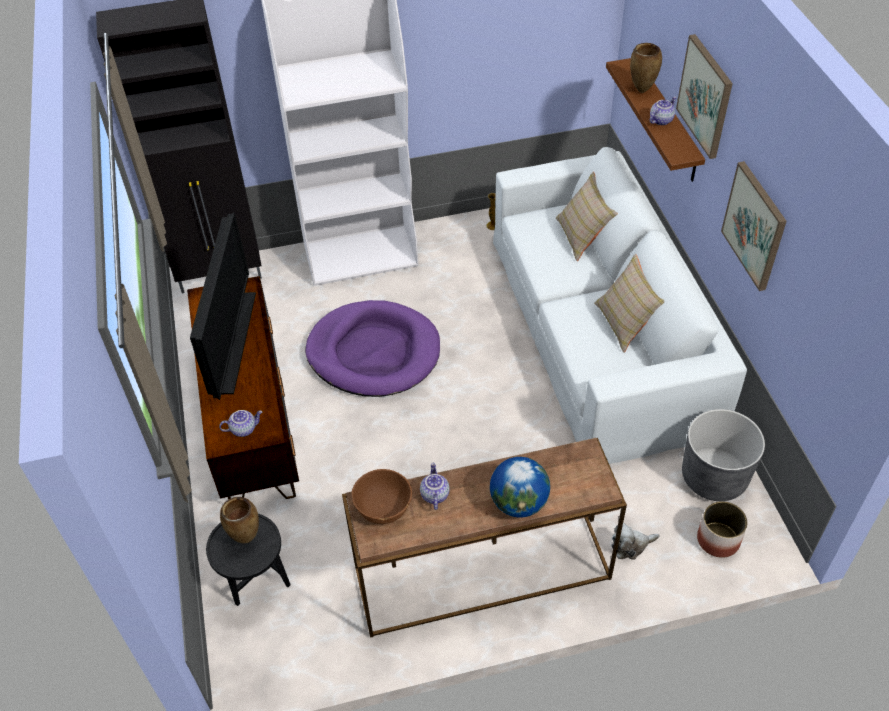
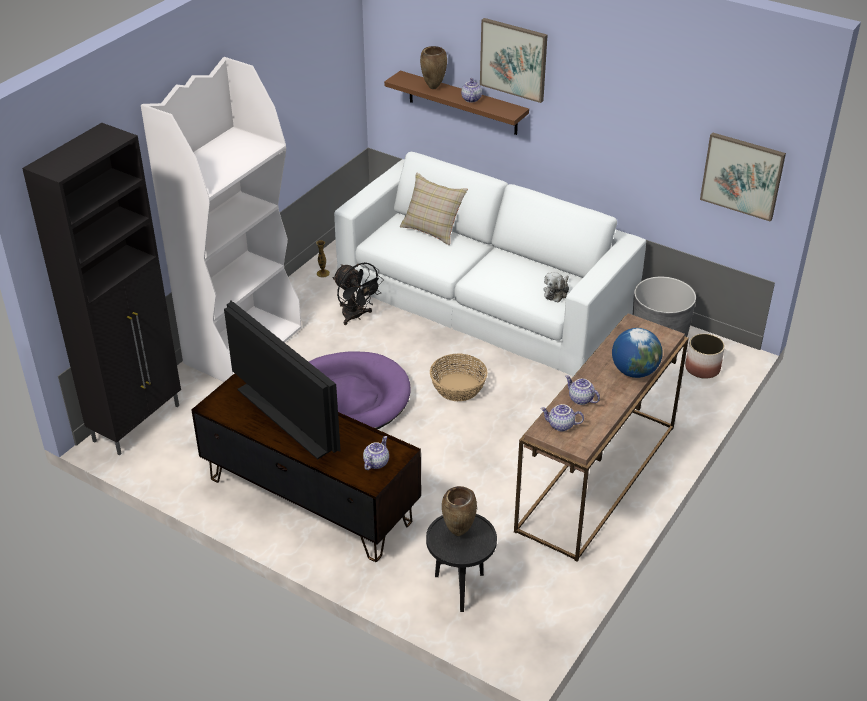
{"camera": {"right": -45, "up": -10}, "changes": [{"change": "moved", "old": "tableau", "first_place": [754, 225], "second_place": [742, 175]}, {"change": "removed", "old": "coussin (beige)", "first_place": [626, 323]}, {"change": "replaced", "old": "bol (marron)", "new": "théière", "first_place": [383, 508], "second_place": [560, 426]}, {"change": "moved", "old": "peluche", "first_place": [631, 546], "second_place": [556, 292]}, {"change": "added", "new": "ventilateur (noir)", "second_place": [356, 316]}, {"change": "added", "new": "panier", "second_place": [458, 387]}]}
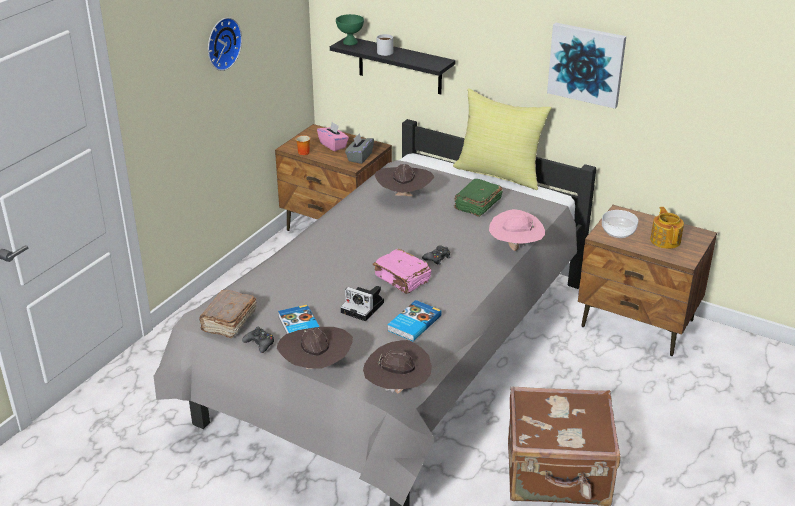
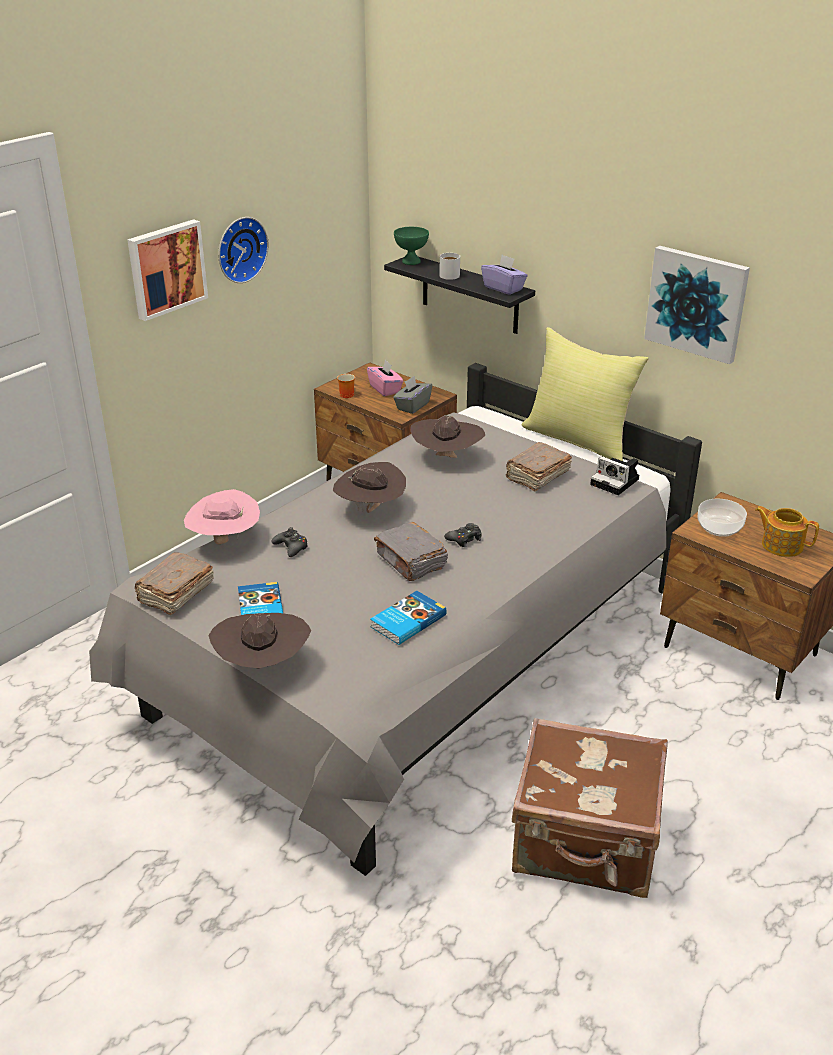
{"camera": {"right": 10, "up": 0}, "changes": [{"change": "recoloured", "old": "livre (vert)", "new": "livre (marron)", "first_place": [477, 205], "second_place": [537, 476]}, {"change": "turned", "old": "théière", "first_place": [665, 240], "second_place": [781, 545], "degrees": -60}, {"change": "moved", "old": "chapeau (rose)", "first_place": [515, 248], "second_place": [224, 541]}, {"change": "recoloured", "old": "livre (rose)", "new": "livre (gris)", "first_place": [402, 279], "second_place": [411, 562]}, {"change": "moved", "old": "appareil photo", "first_place": [364, 307], "second_place": [616, 482]}, {"change": "moved", "old": "manette (noir)", "first_place": [260, 343], "second_place": [291, 547]}, {"change": "moved", "old": "chapeau (marron)", "first_place": [397, 389], "second_place": [370, 510]}, {"change": "added", "new": "tableau", "second_place": [166, 268]}, {"change": "added", "new": "boîte à mouchoirs (violet)", "second_place": [503, 288]}]}
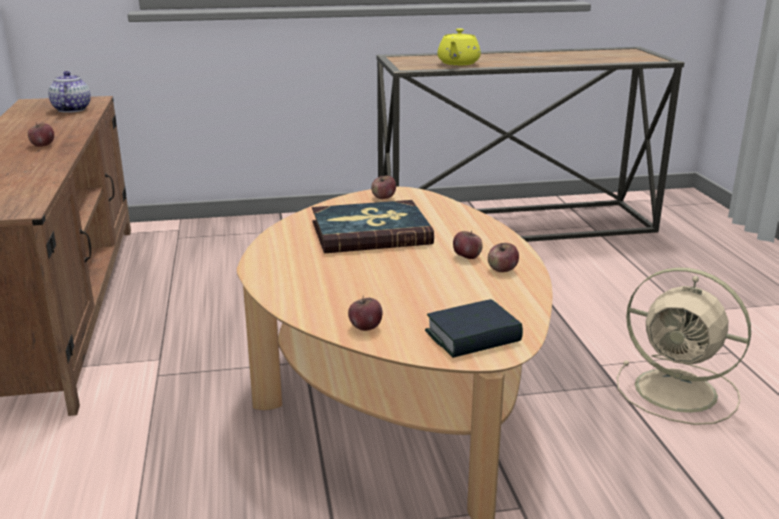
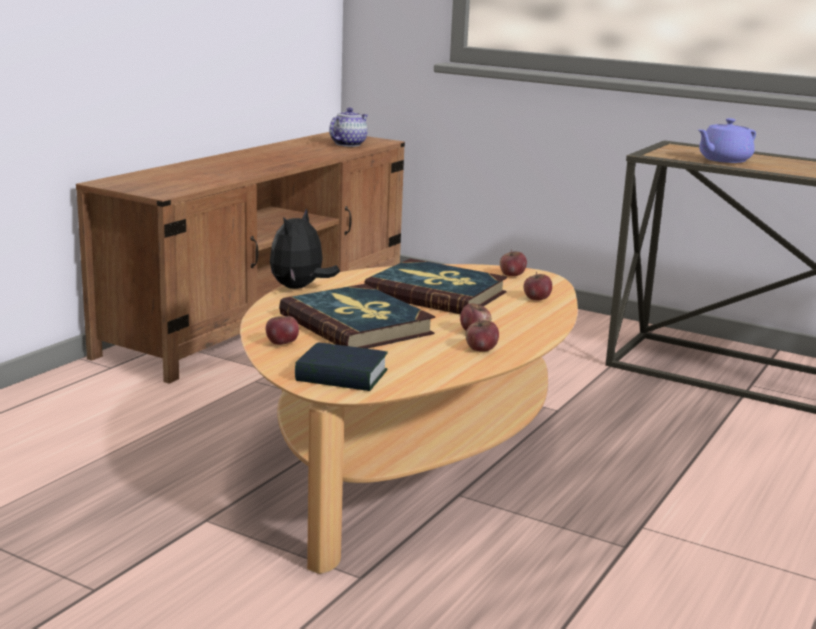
{"camera": {"right": 40, "up": -5}, "changes": [{"change": "recoloured", "old": "théière (jaune)", "new": "théière (violet)", "first_place": [458, 63], "second_place": [723, 160]}, {"change": "moved", "old": "pomme", "first_place": [42, 145], "second_place": [536, 299]}, {"change": "removed", "old": "ventilateur (beige)", "first_place": [679, 391]}, {"change": "added", "new": "peluche", "second_place": [299, 288]}, {"change": "added", "new": "livre", "second_place": [357, 324]}]}
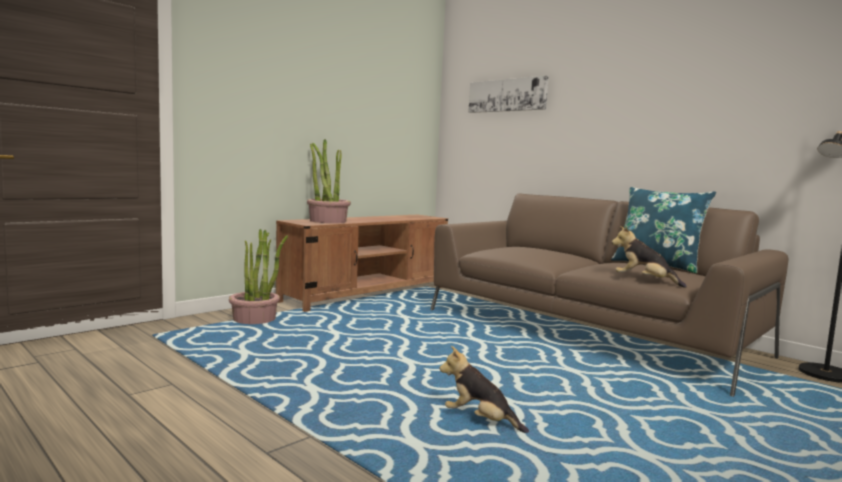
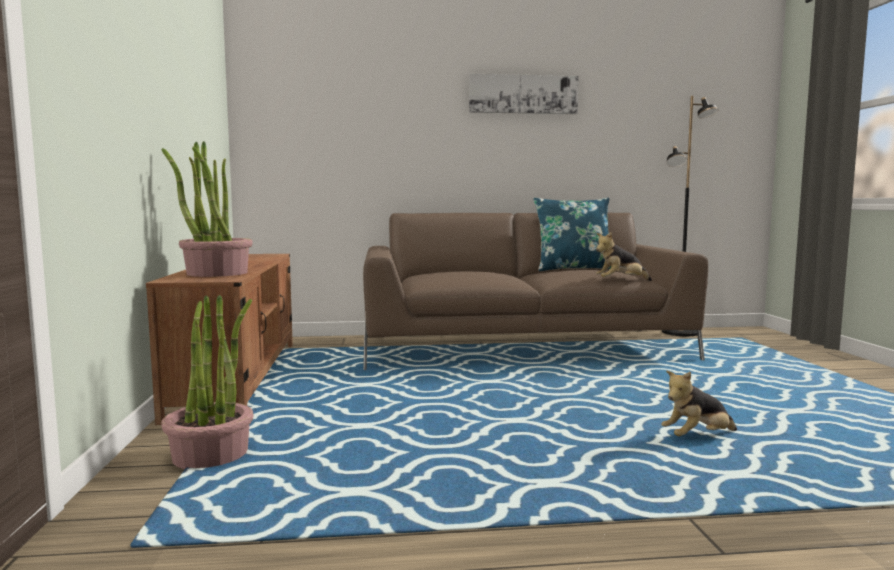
{"camera": {"right": -50, "up": 0}, "changes": [{"change": "moved", "old": "tableau", "first_place": [507, 95], "second_place": [523, 94]}]}
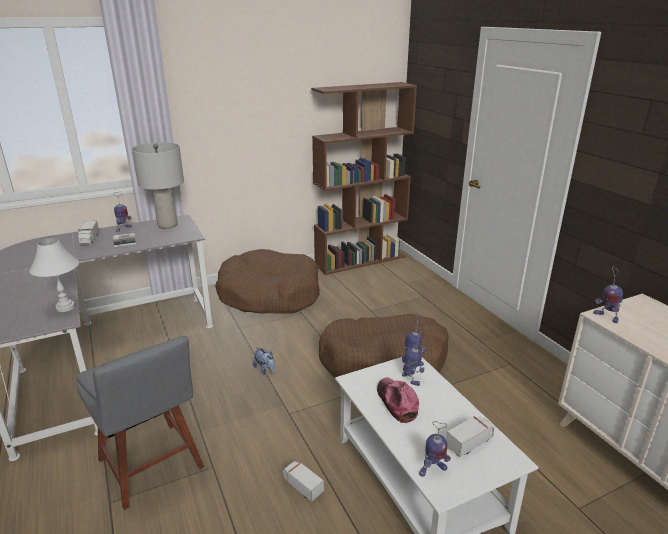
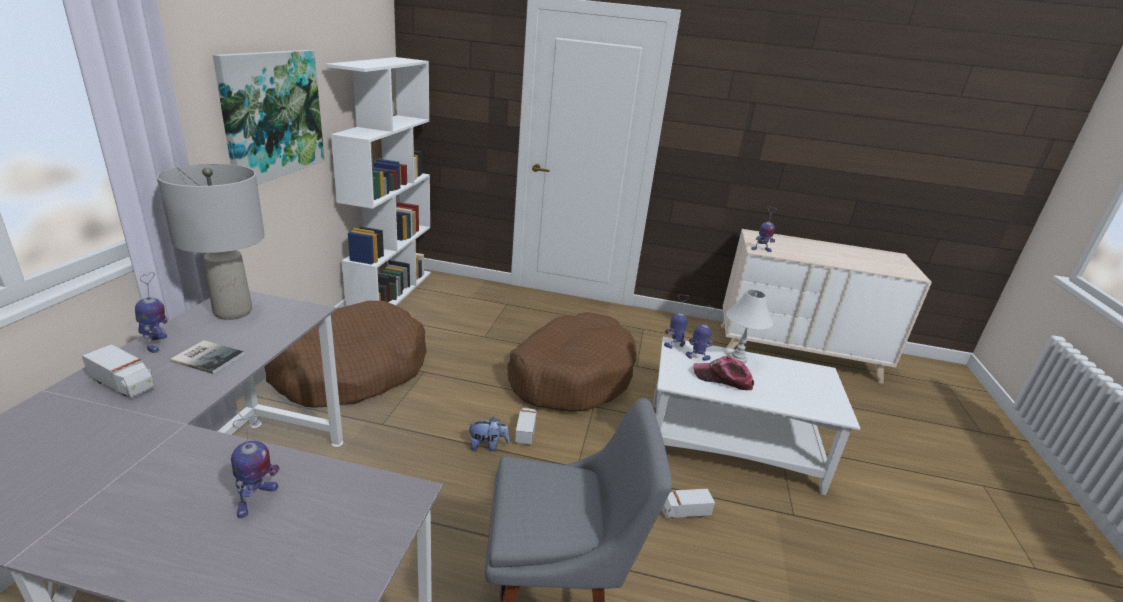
{"camera": {"right": -55, "up": 0}, "changes": [{"change": "recoloured", "old": "bibliothèque (marron)", "new": "bibliothèque (blanc)", "first_place": [360, 260], "second_place": [391, 292]}, {"change": "moved", "old": "lampe de table (blanc)", "first_place": [65, 307], "second_place": [738, 359]}, {"change": "moved", "old": "camion jouet", "first_place": [470, 442], "second_place": [525, 431]}, {"change": "moved", "old": "robot jouet", "first_place": [432, 470], "second_place": [256, 500]}, {"change": "added", "new": "tableau", "second_place": [272, 115]}]}
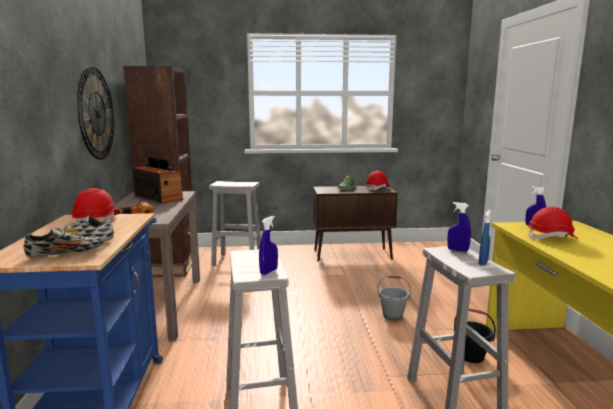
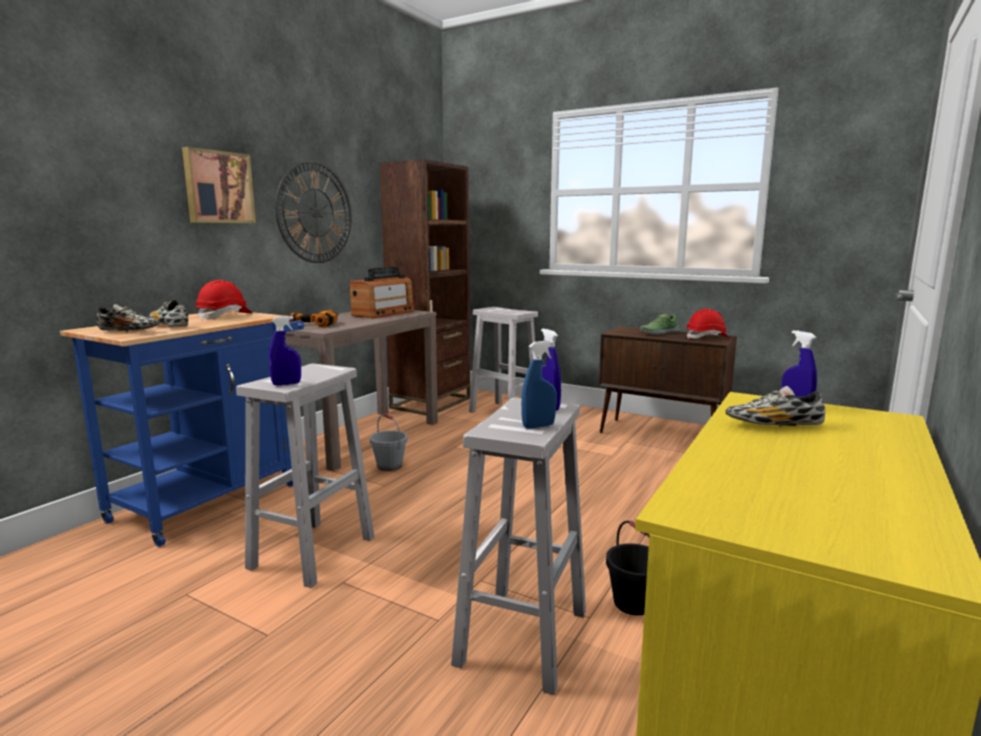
{"camera": {"right": 35, "up": 0}, "changes": [{"change": "turned", "old": "radio", "first_place": [158, 198], "second_place": [383, 313], "degrees": 45}, {"change": "replaced", "old": "casque de chantier (rouge)", "new": "chaussure", "first_place": [552, 237], "second_place": [774, 426]}, {"change": "moved", "old": "seau (gris)", "first_place": [393, 315], "second_place": [390, 466]}, {"change": "added", "new": "tableau", "second_place": [218, 187]}]}
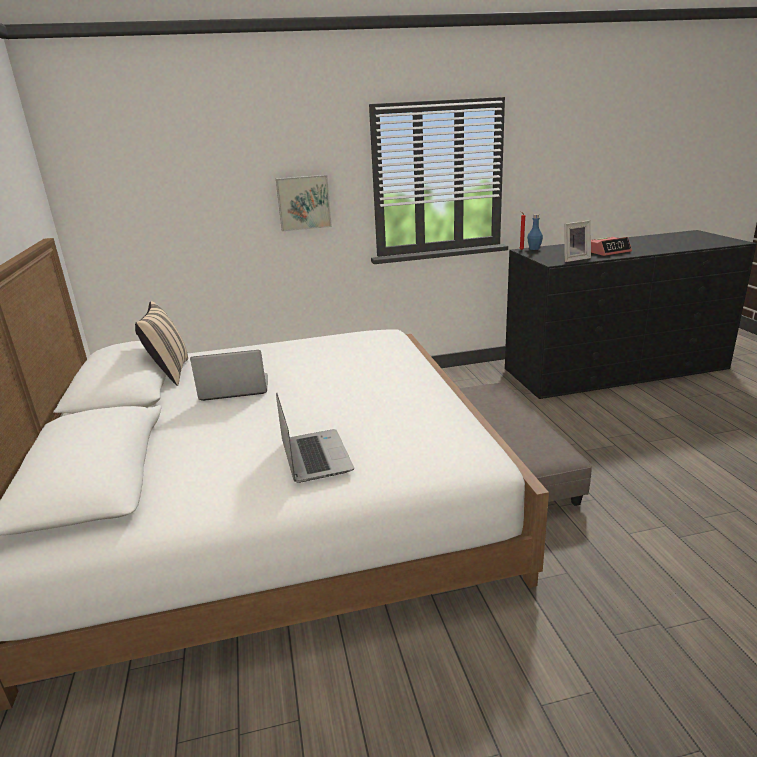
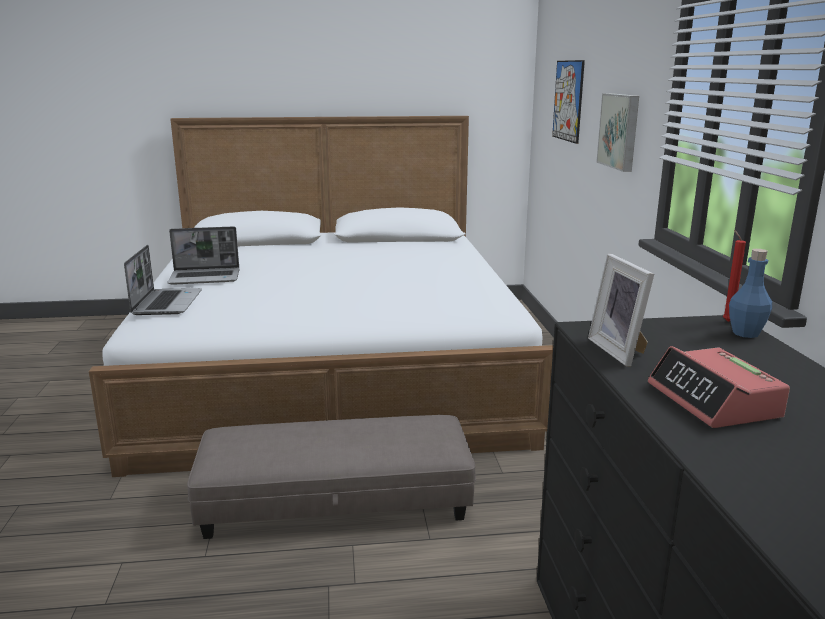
{"camera": {"right": 95, "up": -5}, "changes": [{"change": "removed", "old": "coussin (beige)", "first_place": [169, 373]}, {"change": "moved", "old": "ordinateur portable", "first_place": [233, 389], "second_place": [166, 303]}, {"change": "added", "new": "tableau", "second_place": [568, 100]}]}
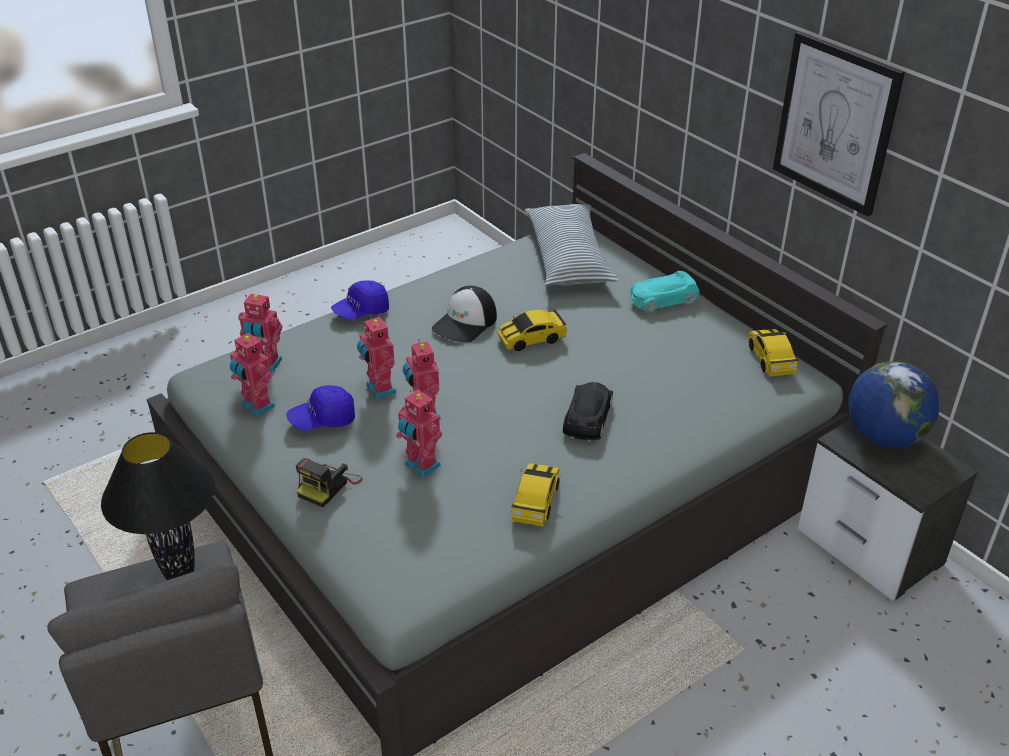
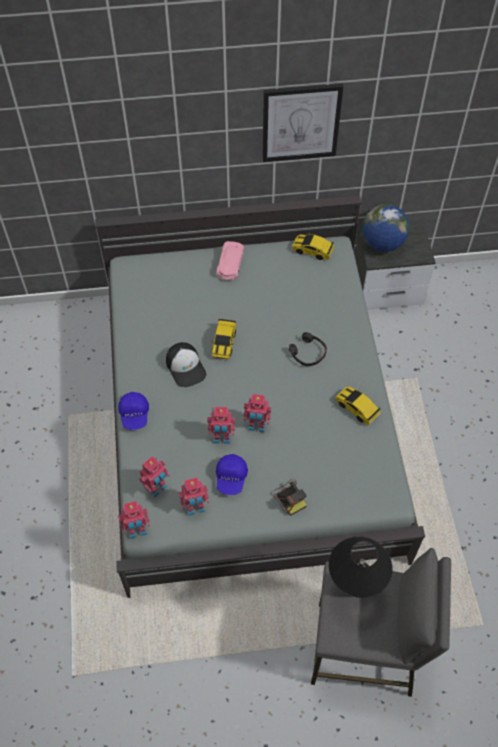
{"camera": {"right": -60, "up": 20}, "changes": [{"change": "removed", "old": "coussin", "first_place": [568, 258]}, {"change": "recoloured", "old": "petite voiture (turquoise)", "new": "petite voiture (rose)", "first_place": [662, 299], "second_place": [230, 264]}, {"change": "replaced", "old": "petite voiture (noir)", "new": "casque audio (noir)", "first_place": [588, 418], "second_place": [308, 353]}, {"change": "moved", "old": "robot jouet", "first_place": [420, 466], "second_place": [137, 531]}]}
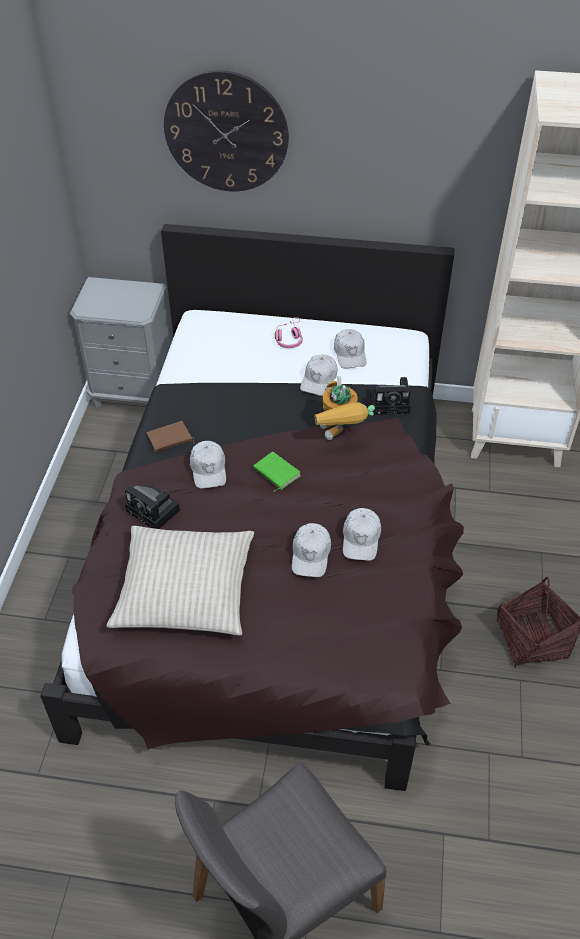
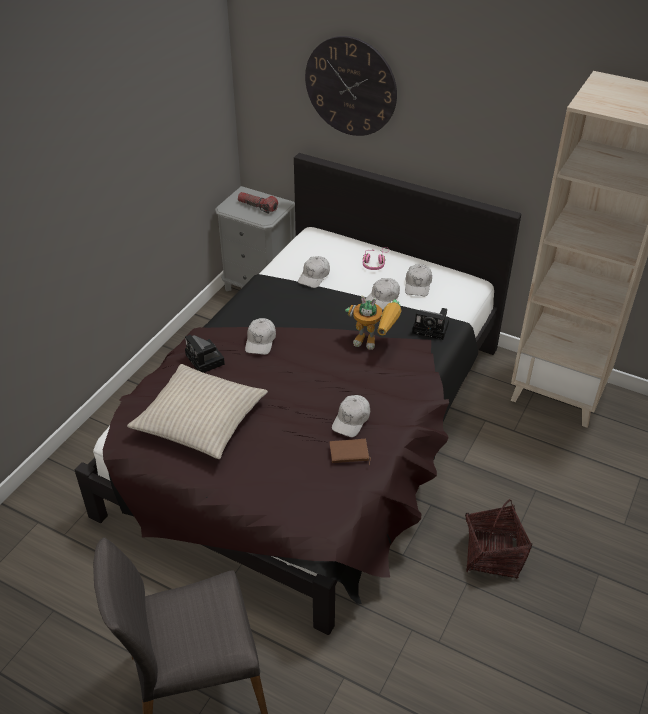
{"camera": {"right": 20, "up": -5}, "changes": [{"change": "turned", "old": "robot jouet", "first_place": [339, 436], "second_place": [375, 342], "degrees": -75}, {"change": "moved", "old": "livre (marron)", "first_place": [170, 439], "second_place": [349, 454]}, {"change": "removed", "old": "livre (vert)", "first_place": [275, 473]}, {"change": "moved", "old": "casquette (blanc)", "first_place": [311, 555], "second_place": [314, 276]}, {"change": "added", "new": "lampe de poche", "second_place": [258, 206]}]}
